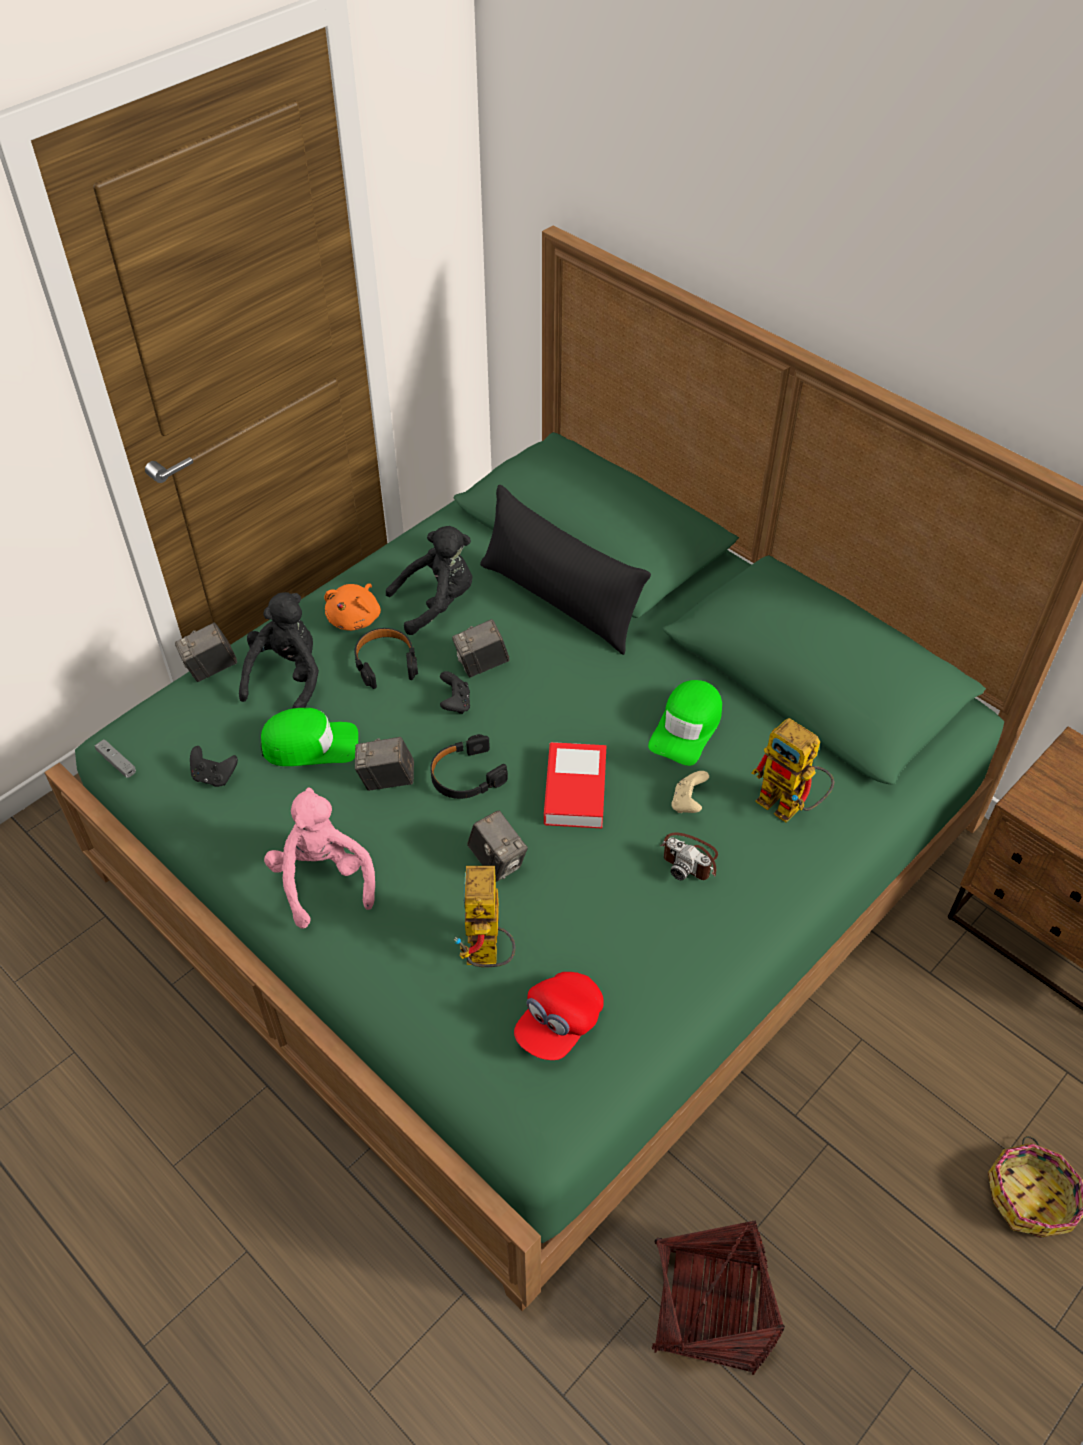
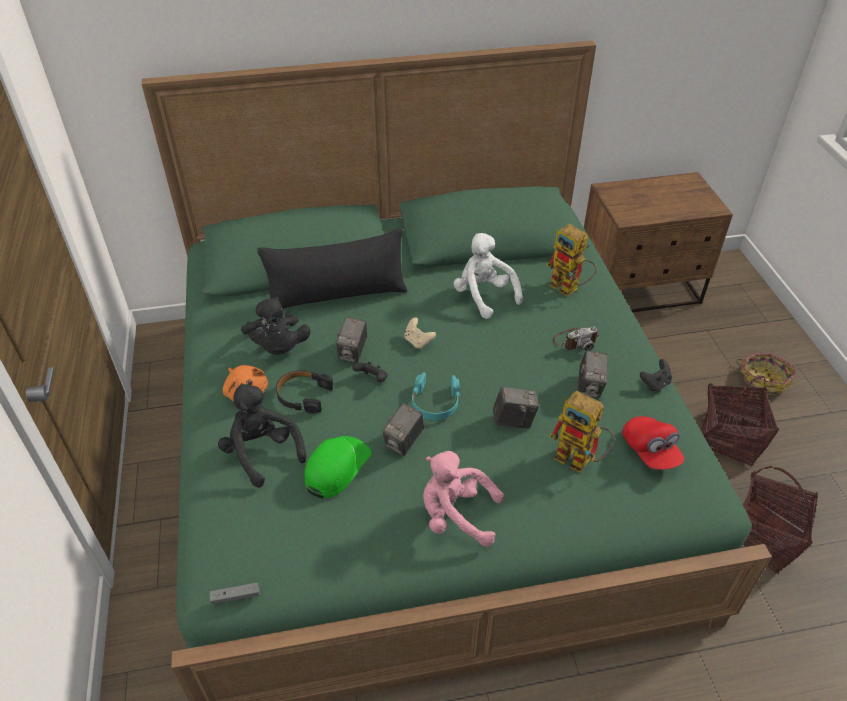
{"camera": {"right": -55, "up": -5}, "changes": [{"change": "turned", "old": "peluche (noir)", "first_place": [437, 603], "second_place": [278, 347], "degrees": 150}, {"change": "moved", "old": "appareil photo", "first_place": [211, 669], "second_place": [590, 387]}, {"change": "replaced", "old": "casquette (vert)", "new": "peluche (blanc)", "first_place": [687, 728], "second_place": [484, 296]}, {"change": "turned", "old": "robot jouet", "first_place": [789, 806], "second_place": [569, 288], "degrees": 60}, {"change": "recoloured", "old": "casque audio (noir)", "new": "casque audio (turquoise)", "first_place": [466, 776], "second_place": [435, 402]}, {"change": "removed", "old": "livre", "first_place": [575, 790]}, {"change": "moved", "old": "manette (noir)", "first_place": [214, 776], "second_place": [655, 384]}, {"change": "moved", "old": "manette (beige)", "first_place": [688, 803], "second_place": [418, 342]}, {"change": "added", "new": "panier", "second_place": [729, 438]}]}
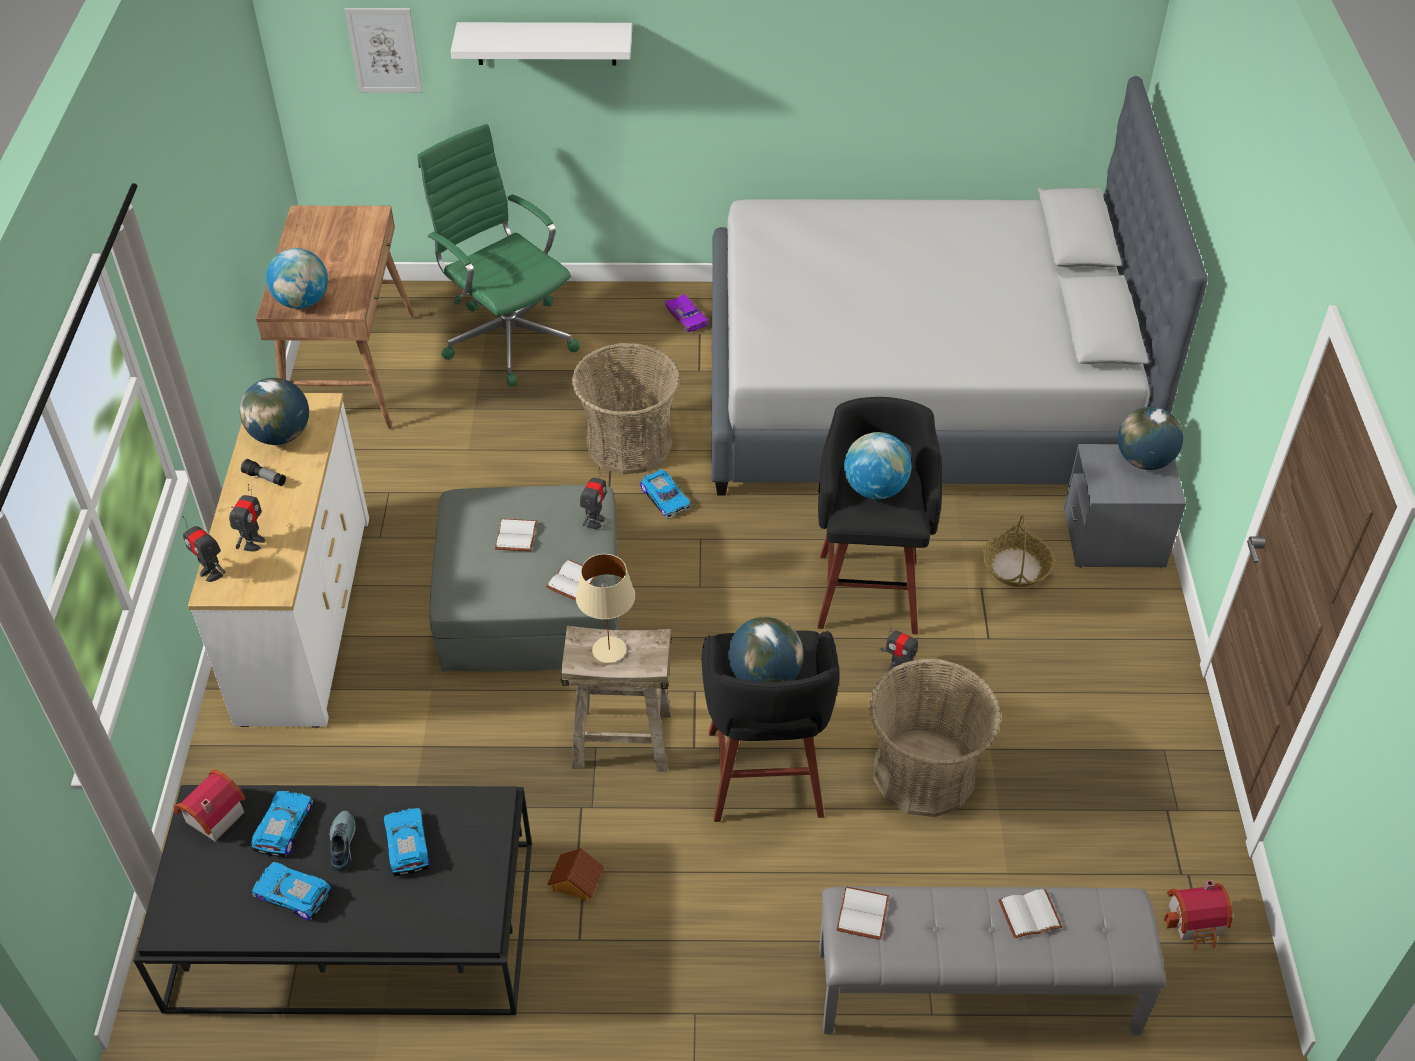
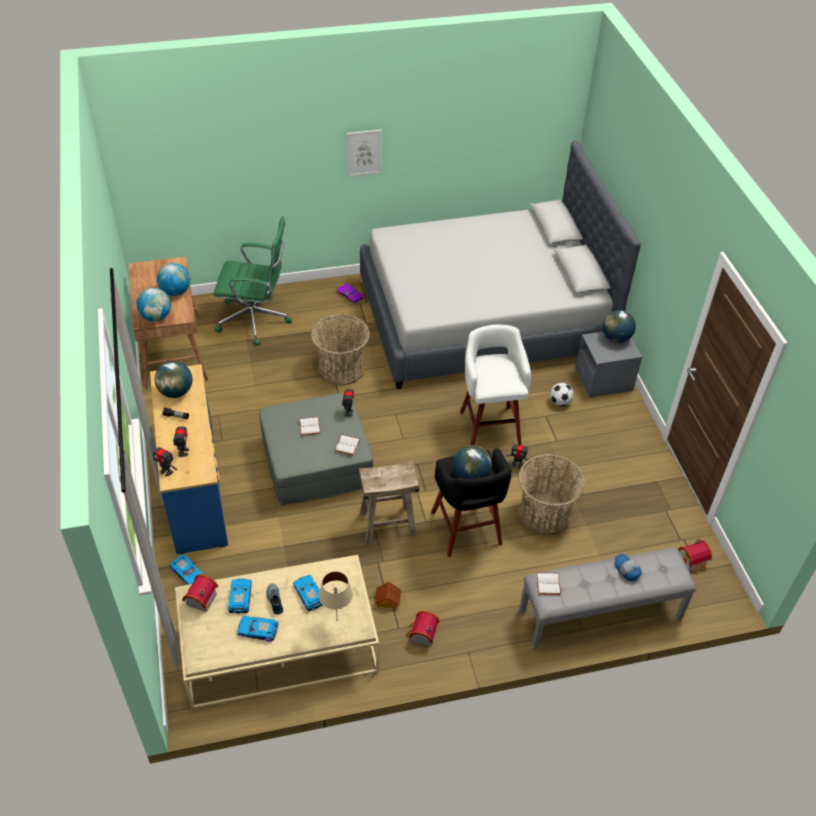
{"camera": {"right": -15, "up": 0}, "changes": [{"change": "moved", "old": "tableau", "first_place": [384, 50], "second_place": [364, 153]}, {"change": "removed", "old": "étagère (blanc)", "first_place": [546, 43]}, {"change": "turned", "old": "chaise de bureau (vert)", "first_place": [508, 337], "second_place": [255, 320], "degrees": 150}, {"change": "recoloured", "old": "commode (blanc)", "new": "commode (bleu)", "first_place": [304, 617], "second_place": [195, 490]}, {"change": "recoloured", "old": "tabouret (noir)", "new": "tabouret (blanc)", "first_place": [868, 589], "second_place": [489, 426]}, {"change": "moved", "old": "globe", "first_place": [874, 489], "second_place": [175, 292]}, {"change": "moved", "old": "petite voiture", "first_place": [666, 497], "second_place": [187, 572]}, {"change": "replaced", "old": "panier", "new": "ballon de foot", "first_place": [1016, 567], "second_place": [560, 402]}, {"change": "moved", "old": "lampe de table (beige)", "first_place": [609, 649], "second_place": [337, 620]}, {"change": "recoloured", "old": "table basse (noir)", "new": "table basse (beige)", "first_place": [352, 926], "second_place": [278, 644]}, {"change": "replaced", "old": "livre (blanc)", "new": "casquette", "first_place": [1029, 916], "second_place": [626, 570]}, {"change": "added", "new": "maison miniature", "second_place": [421, 635]}]}
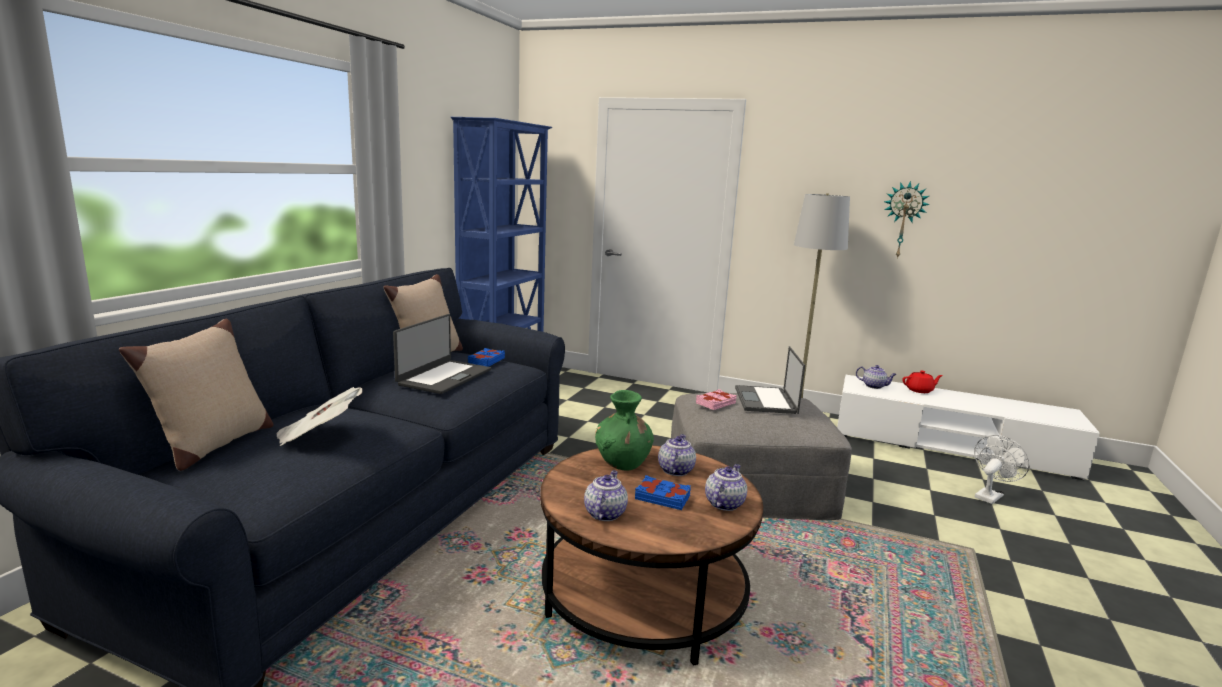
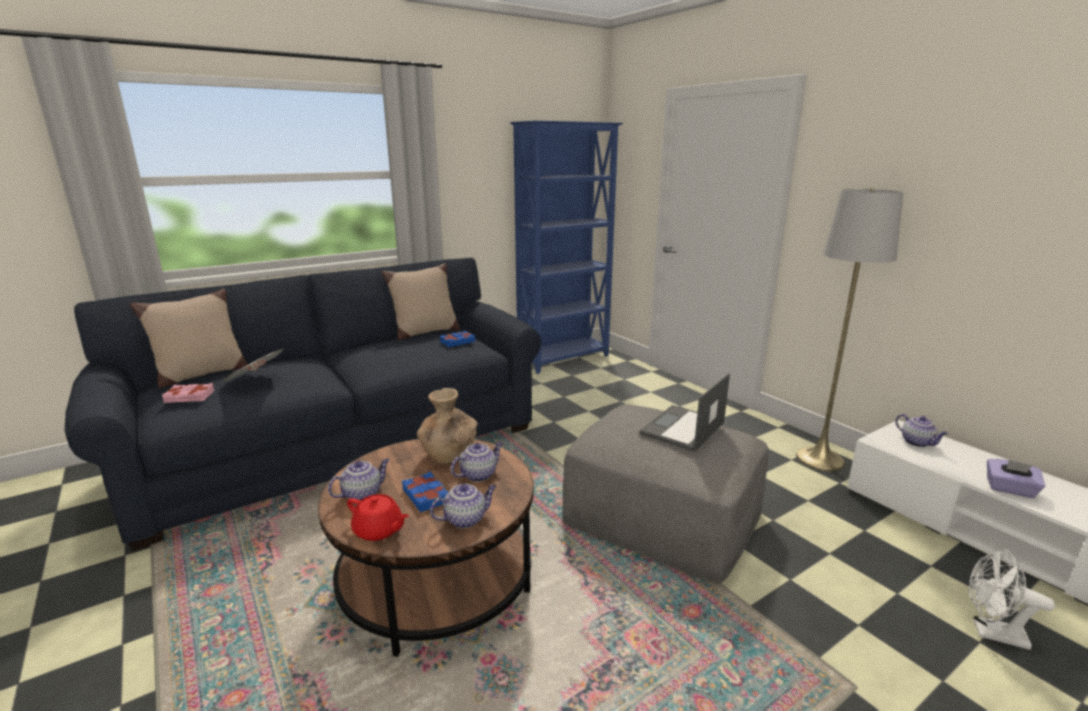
{"camera": {"right": 35, "up": 5}, "changes": [{"change": "removed", "old": "horloge murale", "first_place": [903, 220]}, {"change": "removed", "old": "ordinateur portable", "first_place": [444, 377]}, {"change": "moved", "old": "théière (rouge)", "first_place": [920, 390], "second_place": [379, 530]}, {"change": "moved", "old": "livre (rose)", "first_place": [716, 403], "second_place": [189, 397]}, {"change": "recoloured", "old": "vase (vert)", "new": "vase (marron)", "first_place": [623, 462], "second_place": [448, 455]}, {"change": "turned", "old": "ventilateur (blanc)", "first_place": [990, 495], "second_place": [991, 633], "degrees": -150}, {"change": "added", "new": "boîte à mouchoirs (violet)", "second_place": [1010, 489]}]}
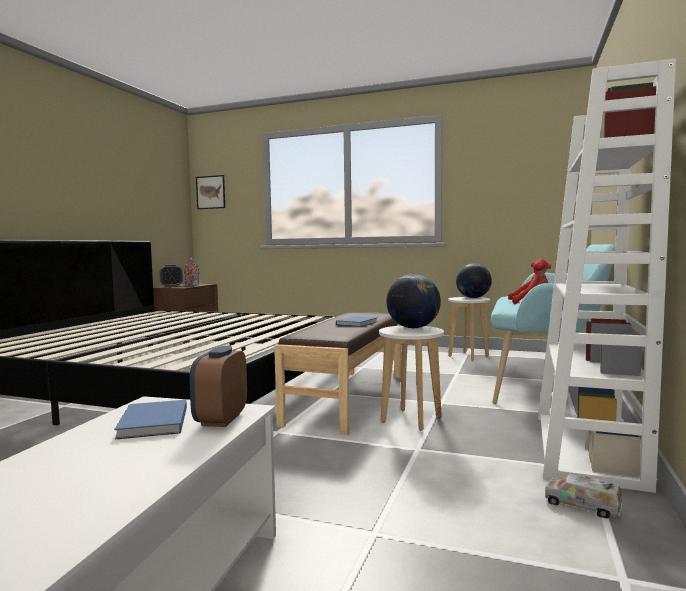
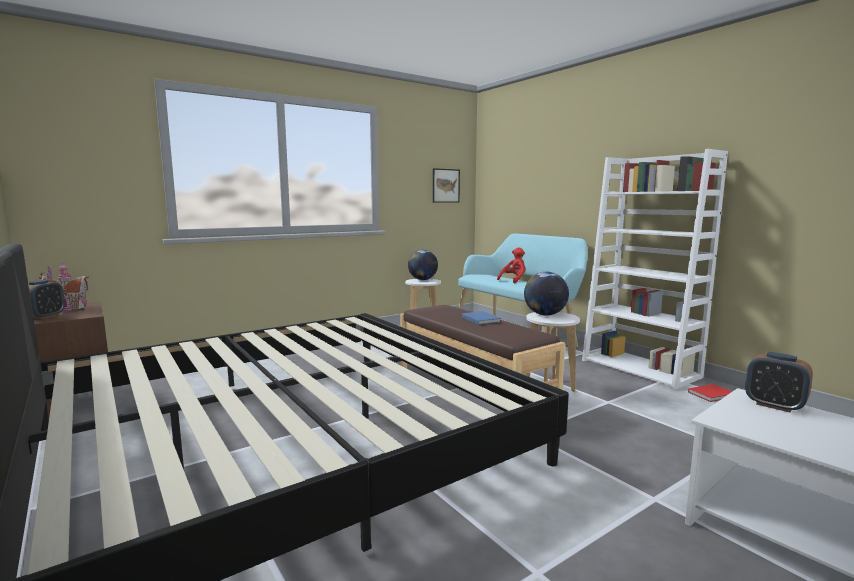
{"camera": {"right": -55, "up": 5}, "changes": [{"change": "moved", "old": "tableau", "first_place": [210, 192], "second_place": [445, 185]}, {"change": "removed", "old": "livre (bleu)", "first_place": [152, 423]}, {"change": "replaced", "old": "camion jouet", "new": "livre (rouge)", "first_place": [582, 505], "second_place": [712, 394]}]}
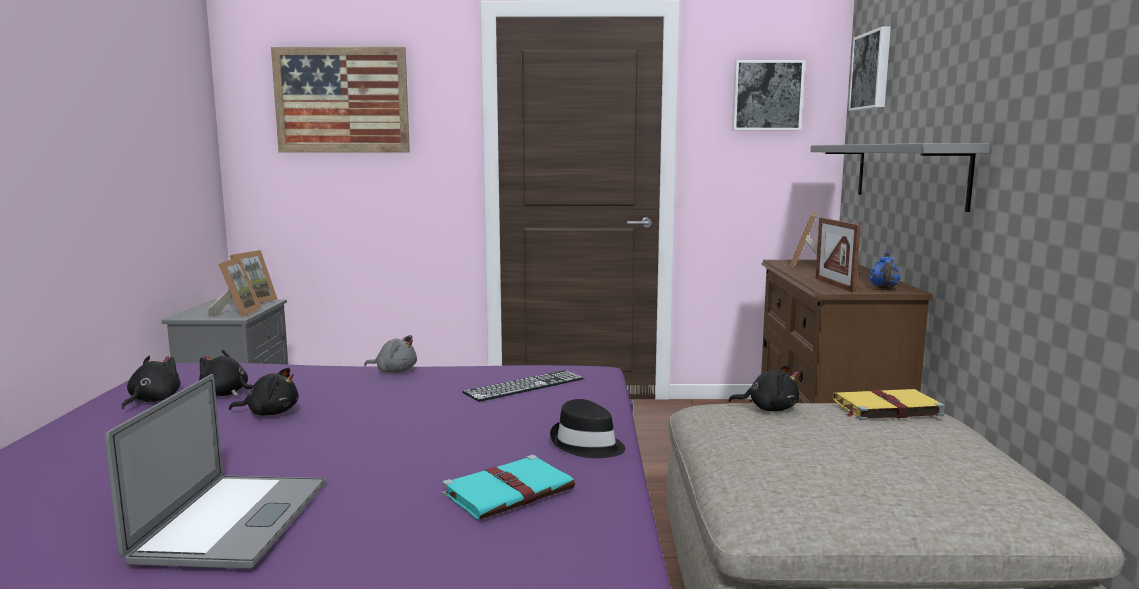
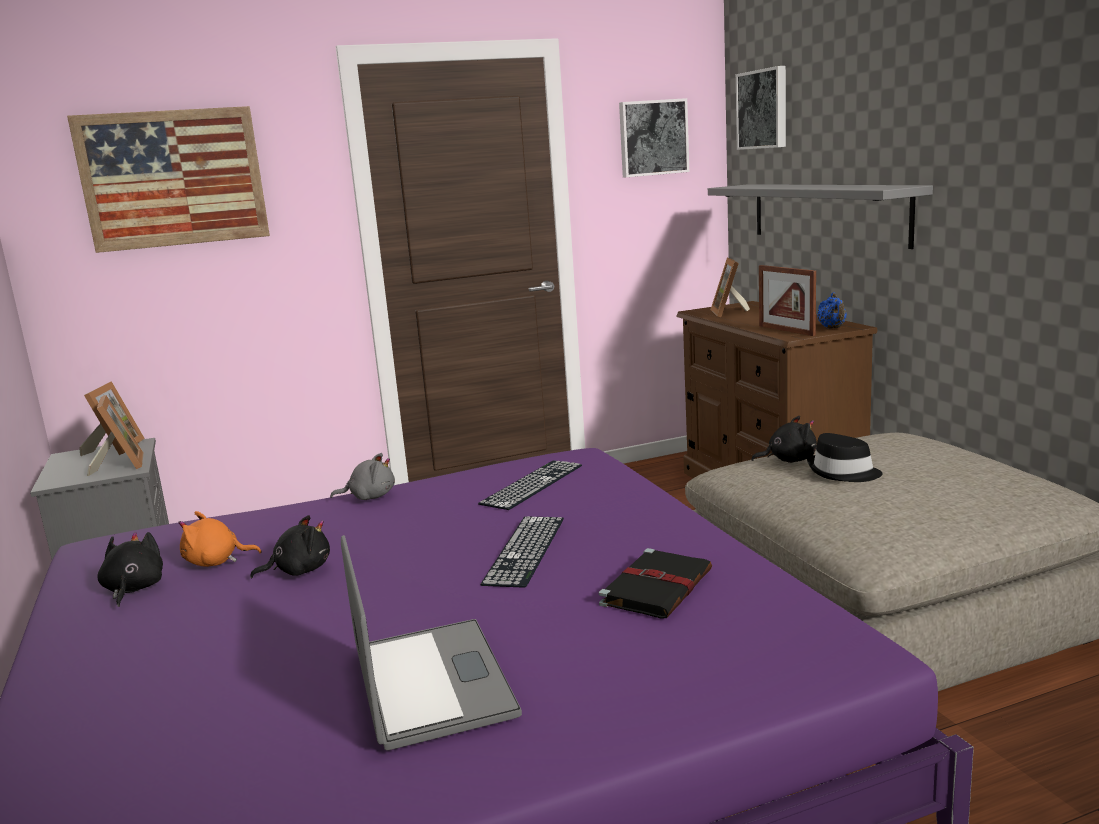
{"camera": {"right": -20, "up": 5}, "changes": [{"change": "recoloured", "old": "peluche (noir)", "new": "peluche (orange)", "first_place": [227, 394], "second_place": [216, 562]}, {"change": "removed", "old": "livre (jaune)", "first_place": [885, 408]}, {"change": "moved", "old": "chapeau (noir)", "first_place": [587, 444], "second_place": [843, 472]}, {"change": "recoloured", "old": "livre (turquoise)", "new": "livre (noir)", "first_place": [510, 491], "second_place": [657, 587]}, {"change": "added", "new": "clavier", "second_place": [525, 550]}]}
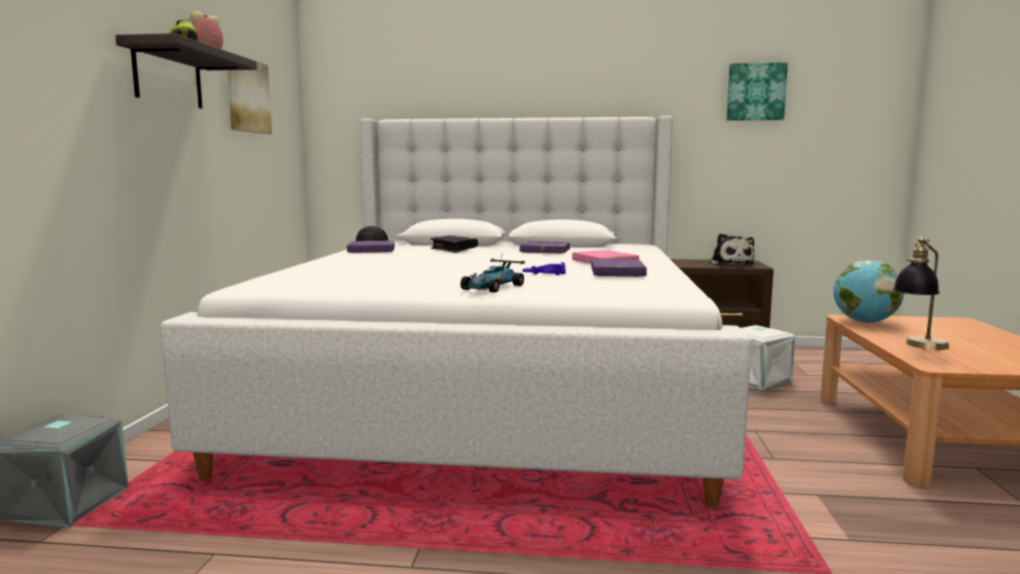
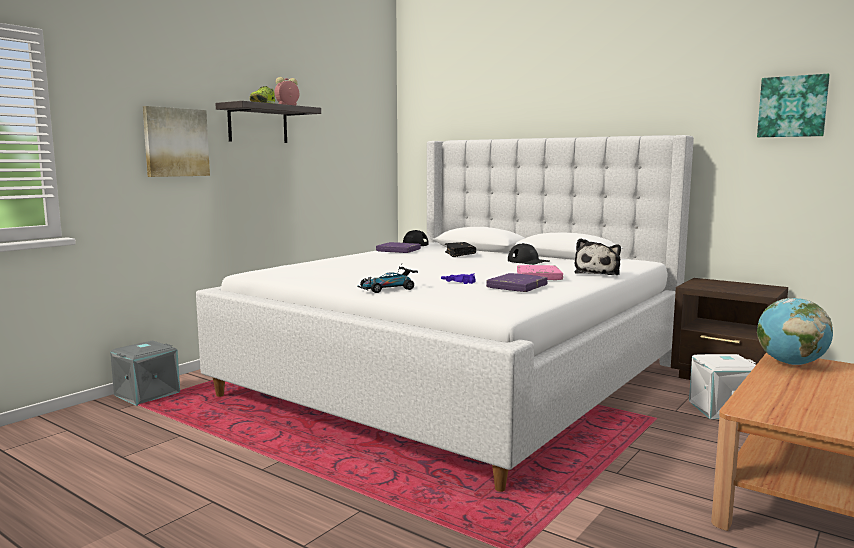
{"camera": {"right": 30, "up": 0}, "changes": [{"change": "moved", "old": "tableau", "first_place": [247, 96], "second_place": [175, 142]}, {"change": "moved", "old": "peluche", "first_place": [730, 263], "second_place": [598, 273]}, {"change": "removed", "old": "lampe de table", "first_place": [918, 347]}, {"change": "replaced", "old": "livre (violet)", "new": "casquette (noir)", "first_place": [545, 251], "second_place": [528, 261]}]}
